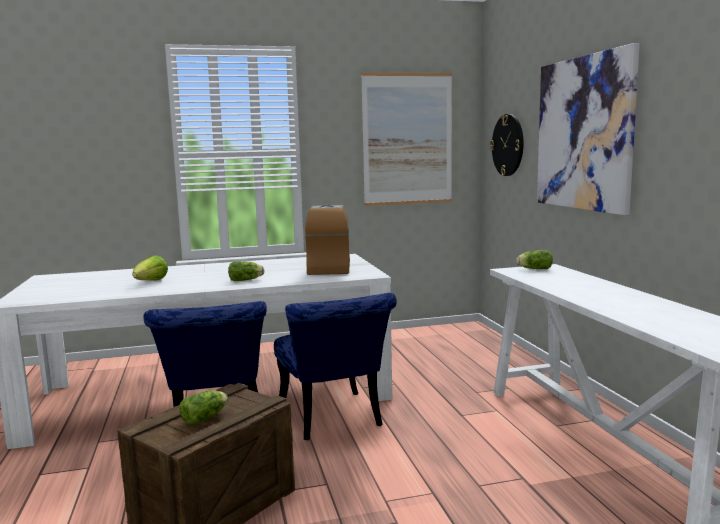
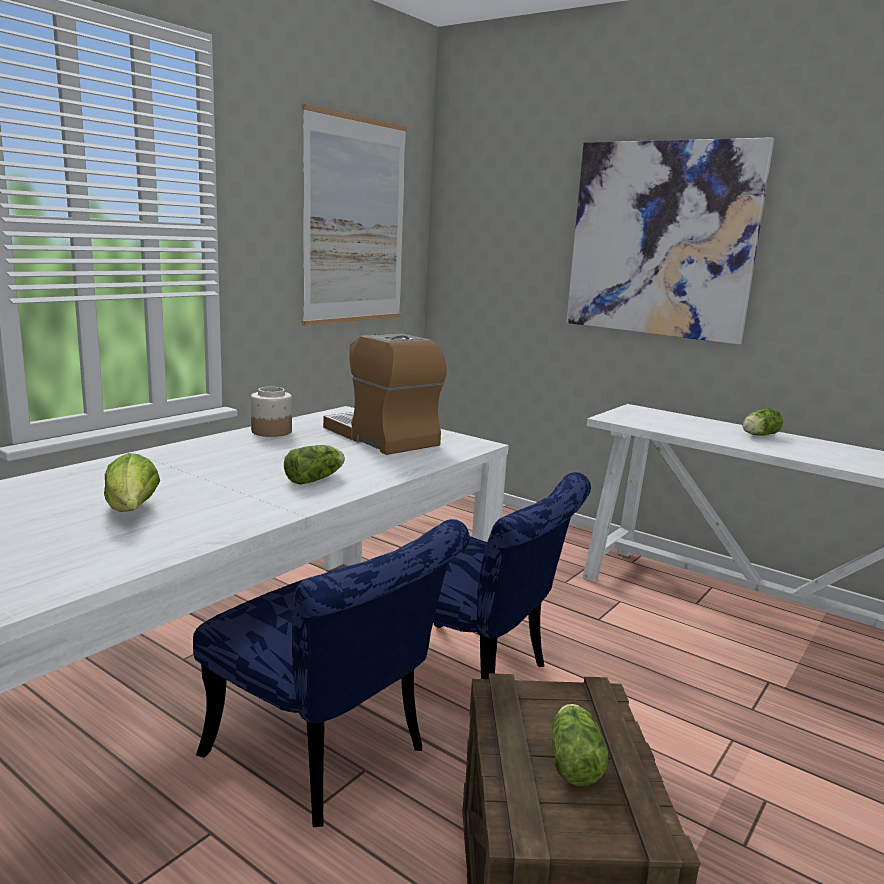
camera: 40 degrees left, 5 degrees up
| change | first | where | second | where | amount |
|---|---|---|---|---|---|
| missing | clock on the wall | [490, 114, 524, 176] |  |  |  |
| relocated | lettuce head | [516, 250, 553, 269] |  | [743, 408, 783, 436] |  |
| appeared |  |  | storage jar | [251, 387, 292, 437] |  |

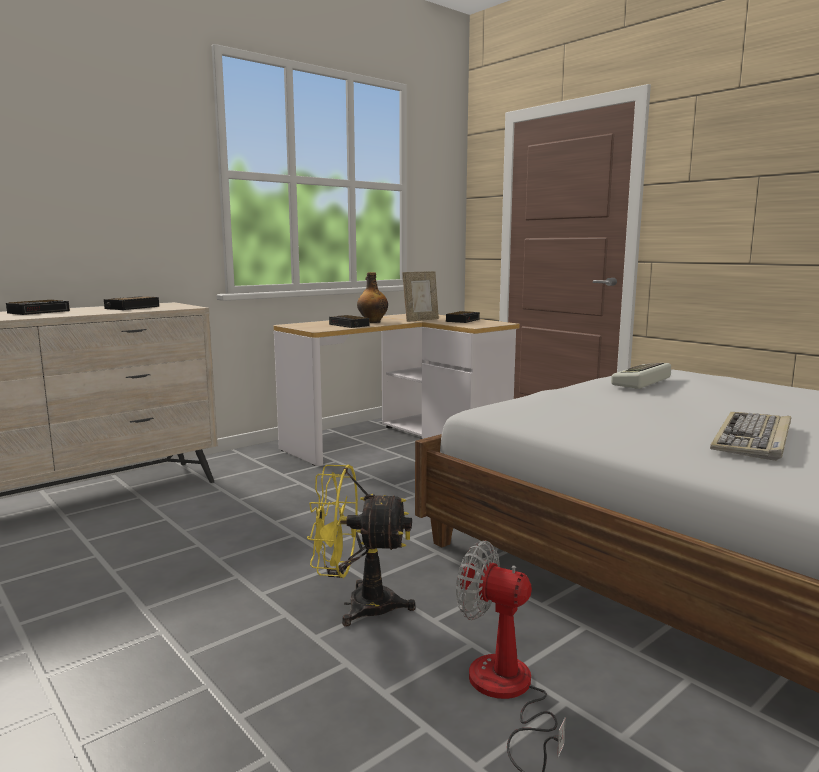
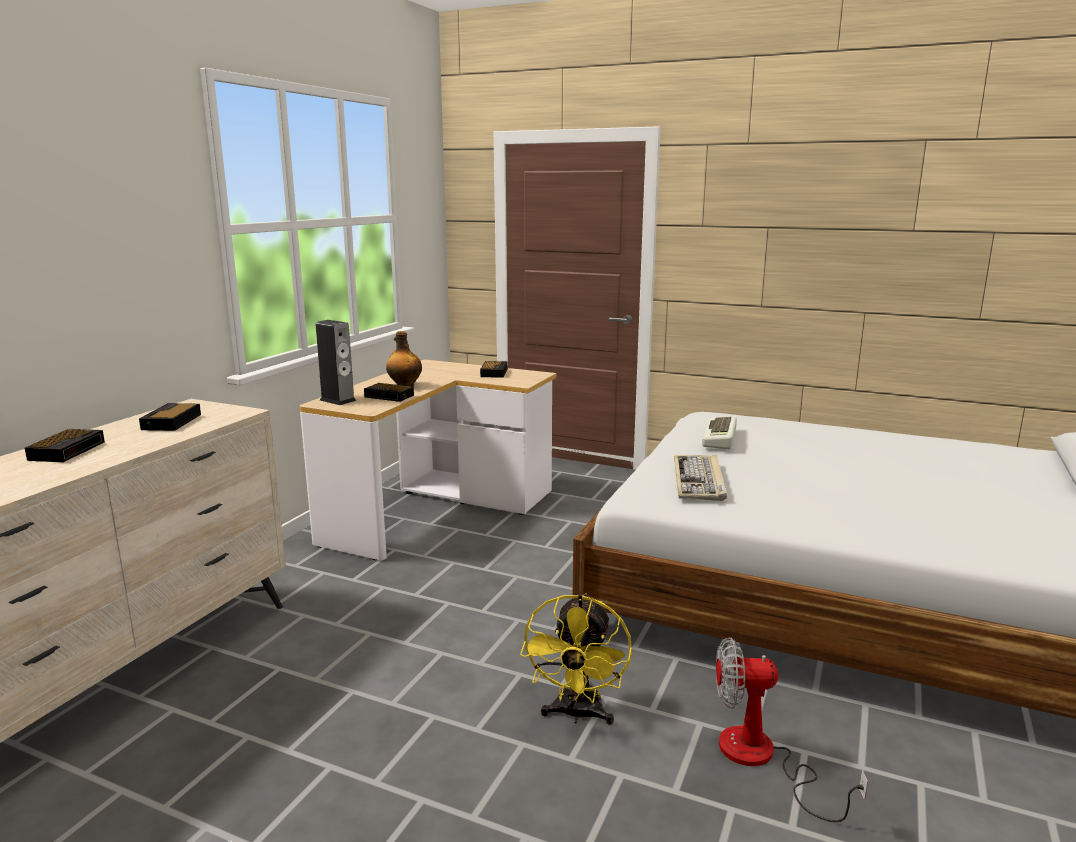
camera: 25 degrees left, 5 degrees up
| change | first | where | second | where | amount |
|---|---|---|---|---|---|
| spun | yellow cooling fan | [307, 465, 416, 626] |  | [520, 593, 632, 725] | 60 degrees counterclockwise |
| missing | picture frame | [402, 271, 439, 322] |  |  |  |
| relocated | keyboard | [710, 412, 792, 461] |  | [674, 455, 727, 501] |  |
| appeared |  |  | loudspeaker | [316, 320, 356, 405] |  |

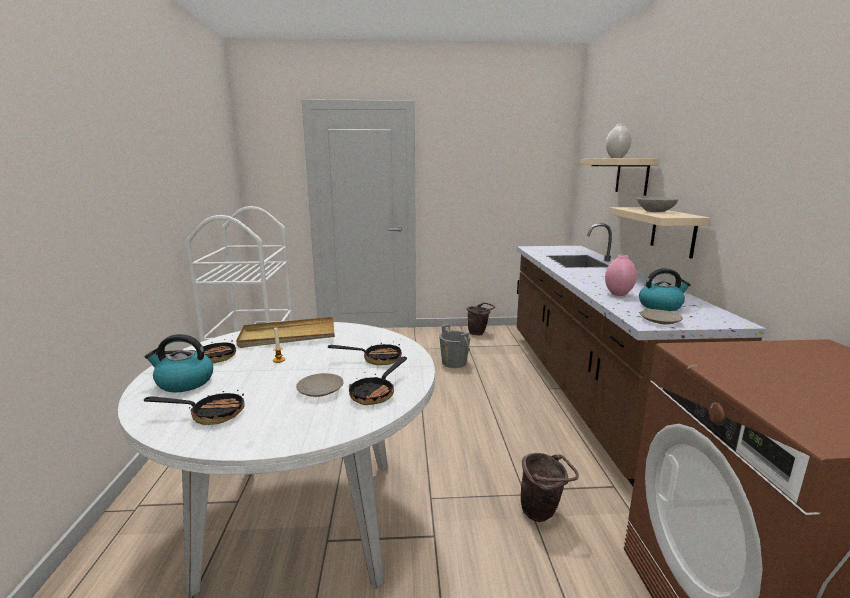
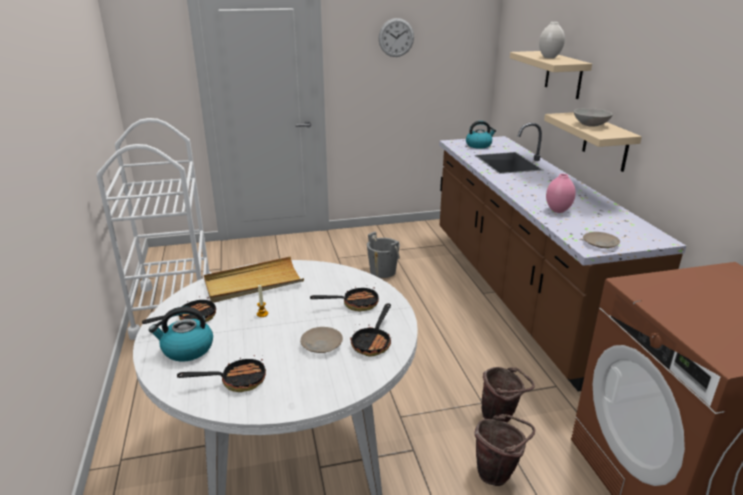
camera: 10 degrees left, 10 degrees up
| change | first | where | second | where | amount |
|---|---|---|---|---|---|
| relocated | brown-coloured pail | [467, 302, 495, 335] |  | [475, 414, 535, 486] |  |
| relocated | water kettle | [639, 268, 691, 311] |  | [466, 121, 496, 149] |  |
| appeared |  |  | clock on the wall | [378, 18, 414, 57] |  |

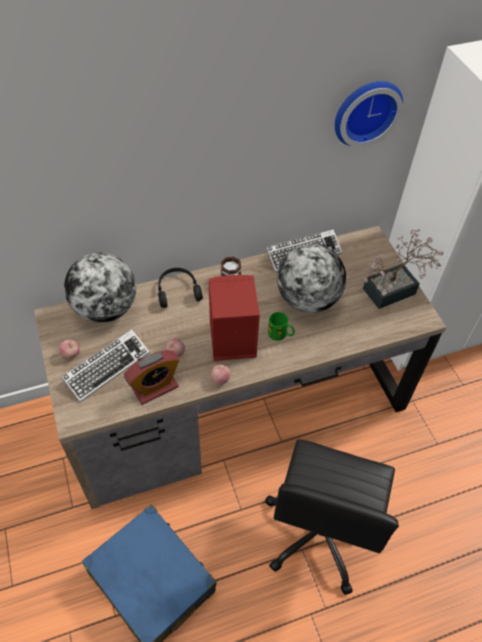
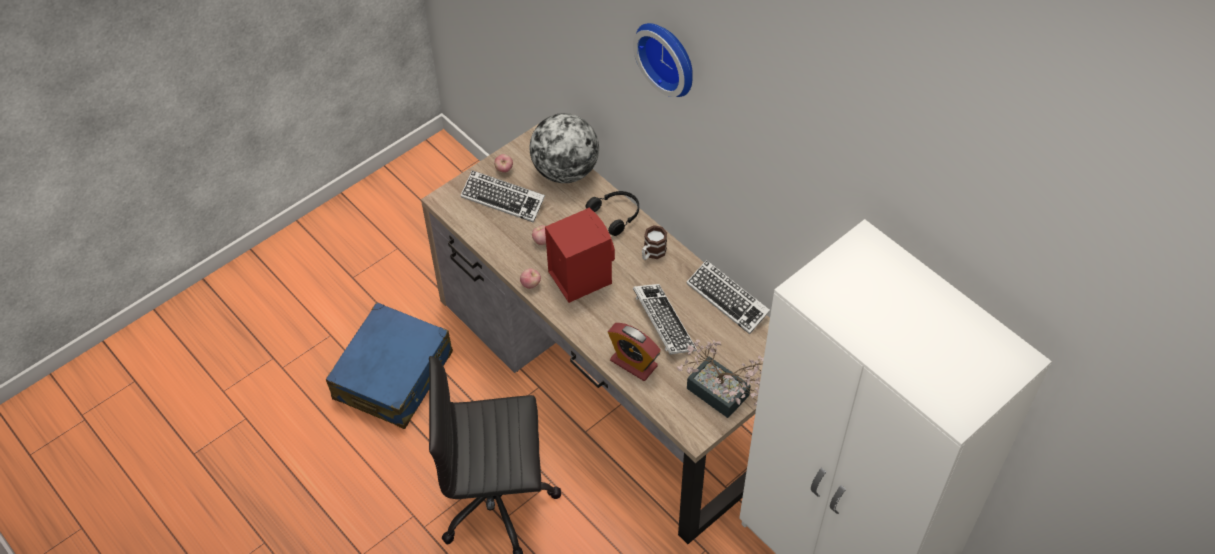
camera: 70 degrees right, 0 degrees up
| change | first | where | second | where | amount |
|---|---|---|---|---|---|
| relocated | table clock | [124, 350, 179, 405] |  | [608, 323, 661, 381] |  |
| missing | green tea mug | [268, 312, 295, 341] |  |  |  |
| exchanged | desk globe | [277, 244, 346, 313] | keyboard | [633, 284, 697, 355] |  |
| relocated | clock on the wall | [335, 81, 403, 147] |  | [633, 23, 693, 97] |  |

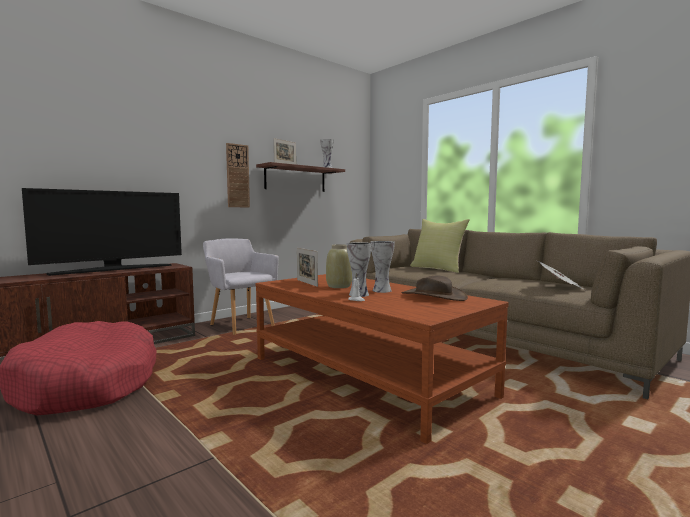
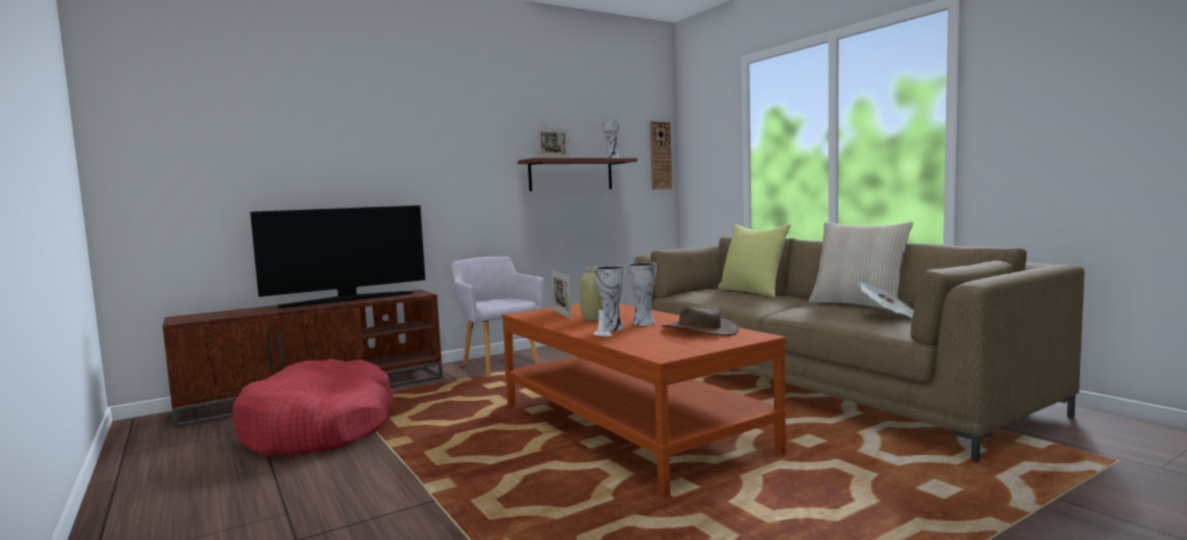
camera: 10 degrees right, 0 degrees up
| change | first | where | second | where | amount |
|---|---|---|---|---|---|
| relocated | clock on the wall | [226, 143, 250, 207] |  | [650, 121, 673, 190] |  |
| appeared |  |  | beige pillow | [809, 222, 913, 311] |  |

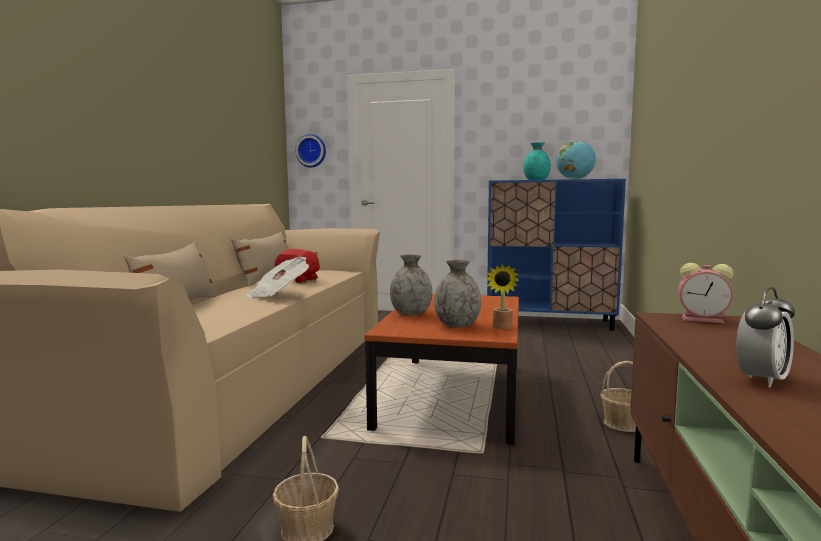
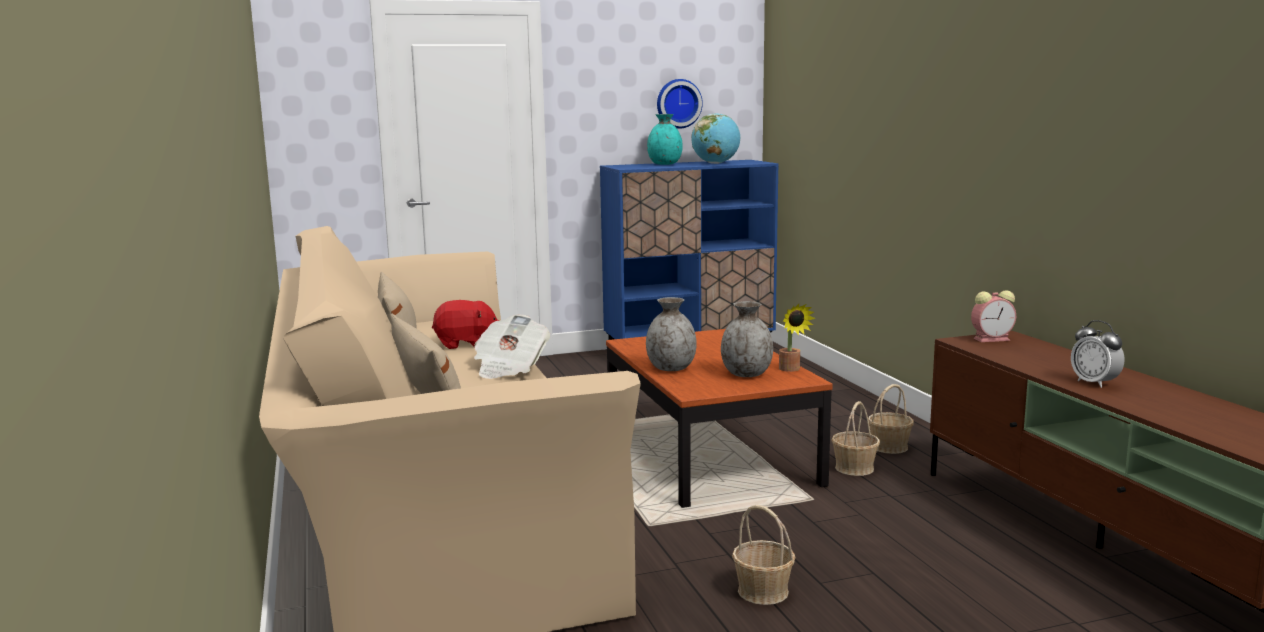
camera: 30 degrees left, 5 degrees up
| change | first | where | second | where | amount |
|---|---|---|---|---|---|
| relocated | clock on the wall | [295, 134, 326, 168] |  | [657, 79, 703, 129] |  |
| spun | table clock | [736, 287, 795, 388] |  | [1071, 320, 1125, 388] | 135 degrees clockwise |
| appeared |  |  | basket | [831, 401, 880, 476] |  |

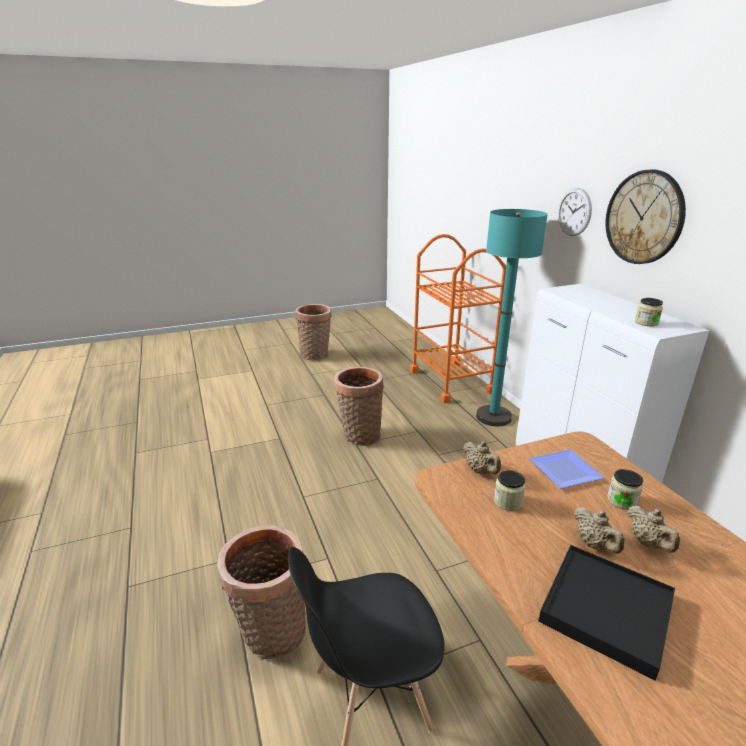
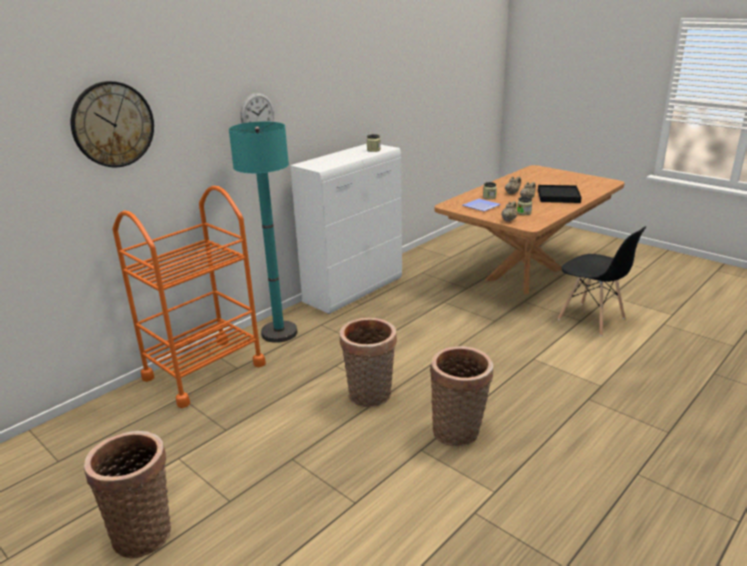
camera: 115 degrees left, 0 degrees up
| change | first | where | second | where | amount |
|---|---|---|---|---|---|
| relocated | basket | [217, 525, 306, 659] |  | [430, 346, 493, 446] |  |
| relocated | clock on the wall | [605, 170, 686, 264] |  | [71, 81, 154, 167] |  |

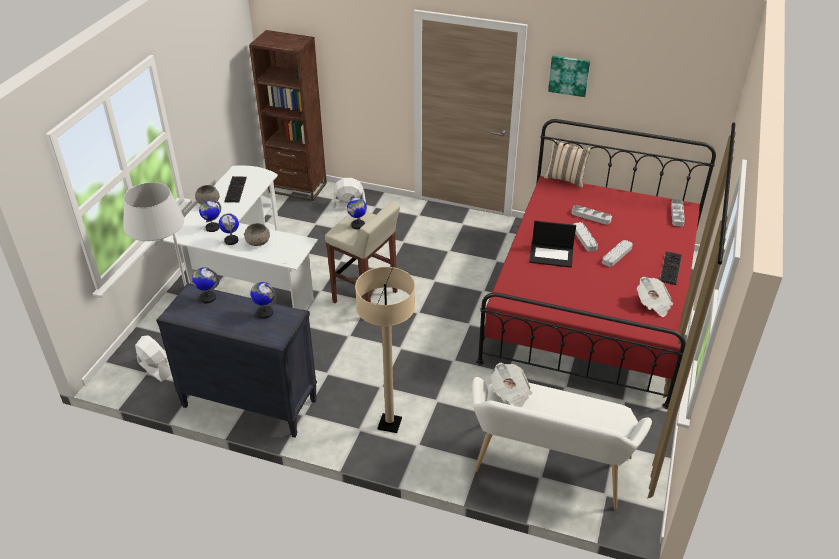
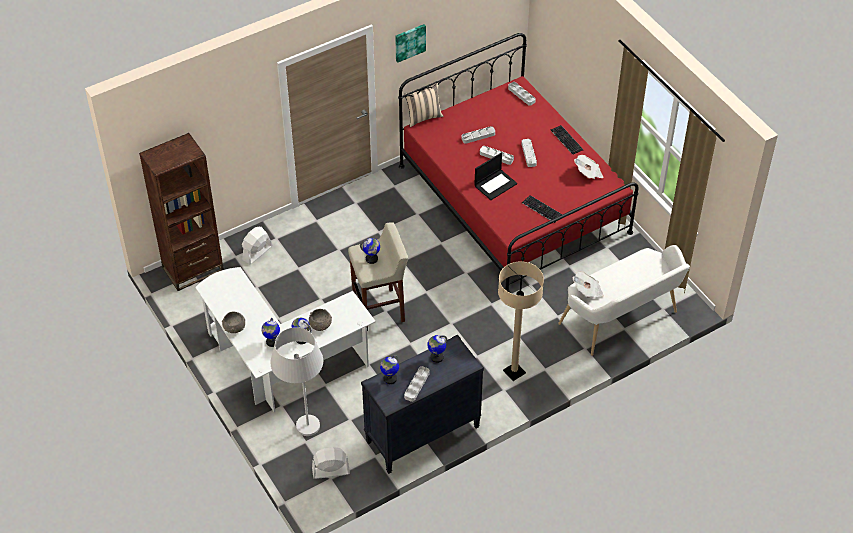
camera: 50 degrees left, 10 degrees up
| change | first | where | second | where | amount |
|---|---|---|---|---|---|
| relocated | keyboard | [224, 176, 247, 202] |  | [522, 195, 562, 223] |  |
| appeared |  |  | gray carrying tray | [404, 366, 430, 402] |  |

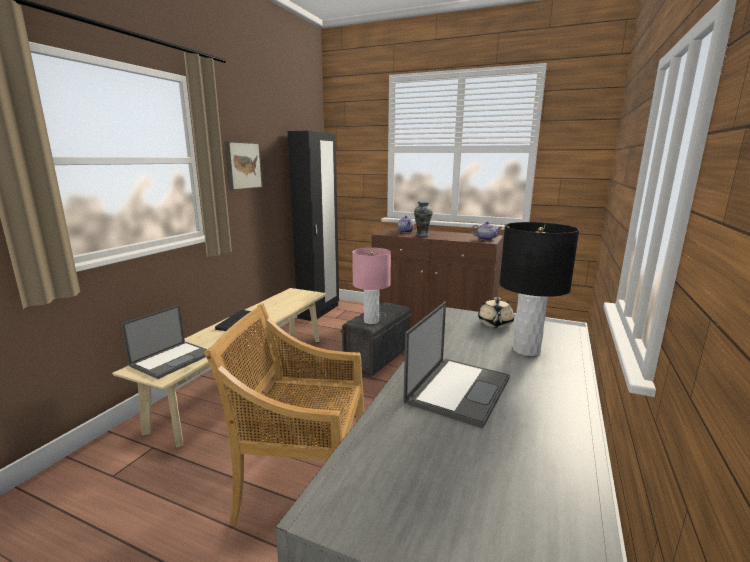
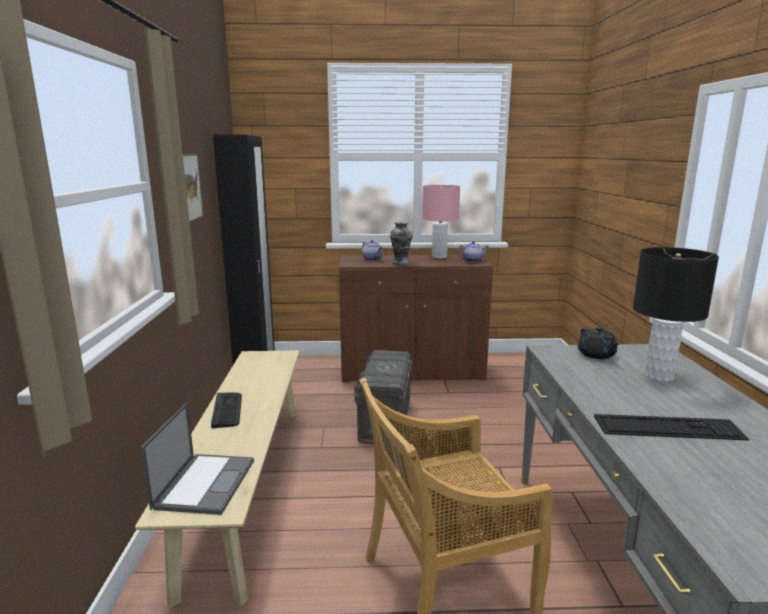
camera: 25 degrees left, 0 degrees up
| change | first | where | second | where | amount |
|---|---|---|---|---|---|
| relocated | pink lamp for a table | [352, 248, 391, 324] |  | [422, 185, 460, 258] |  |
| exchanged | laptop | [403, 302, 510, 428] | keyboard | [594, 414, 749, 441] |  |
| colour | beige teapot | [478, 297, 514, 328] | blackish teapot | [578, 327, 619, 359] |  |

